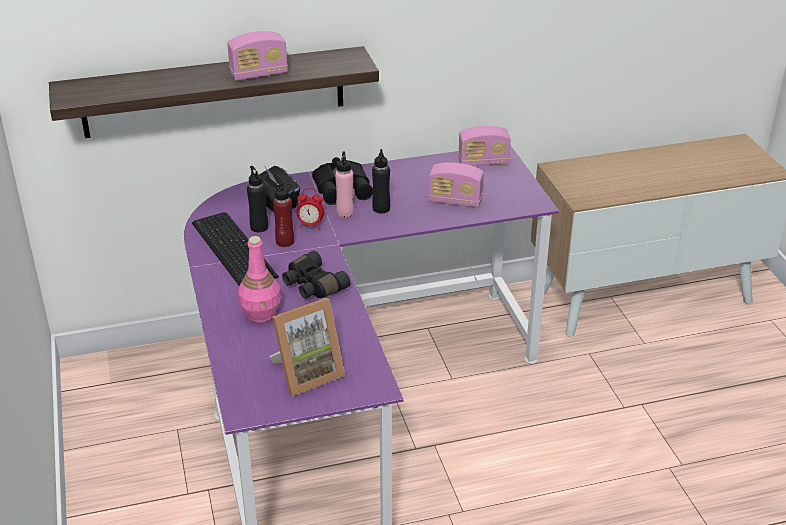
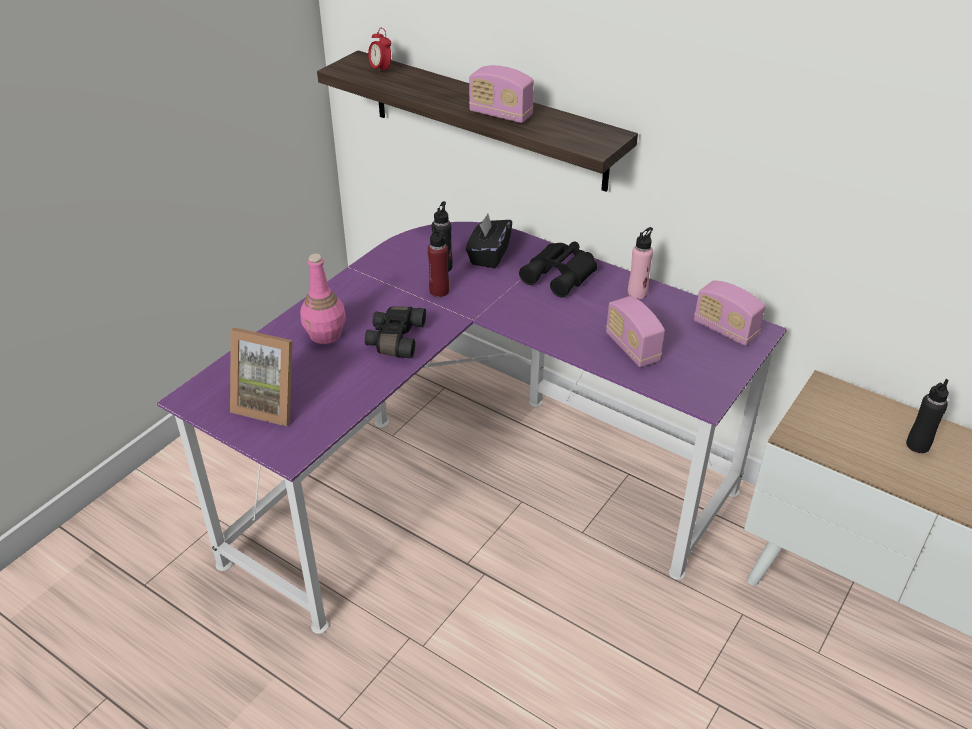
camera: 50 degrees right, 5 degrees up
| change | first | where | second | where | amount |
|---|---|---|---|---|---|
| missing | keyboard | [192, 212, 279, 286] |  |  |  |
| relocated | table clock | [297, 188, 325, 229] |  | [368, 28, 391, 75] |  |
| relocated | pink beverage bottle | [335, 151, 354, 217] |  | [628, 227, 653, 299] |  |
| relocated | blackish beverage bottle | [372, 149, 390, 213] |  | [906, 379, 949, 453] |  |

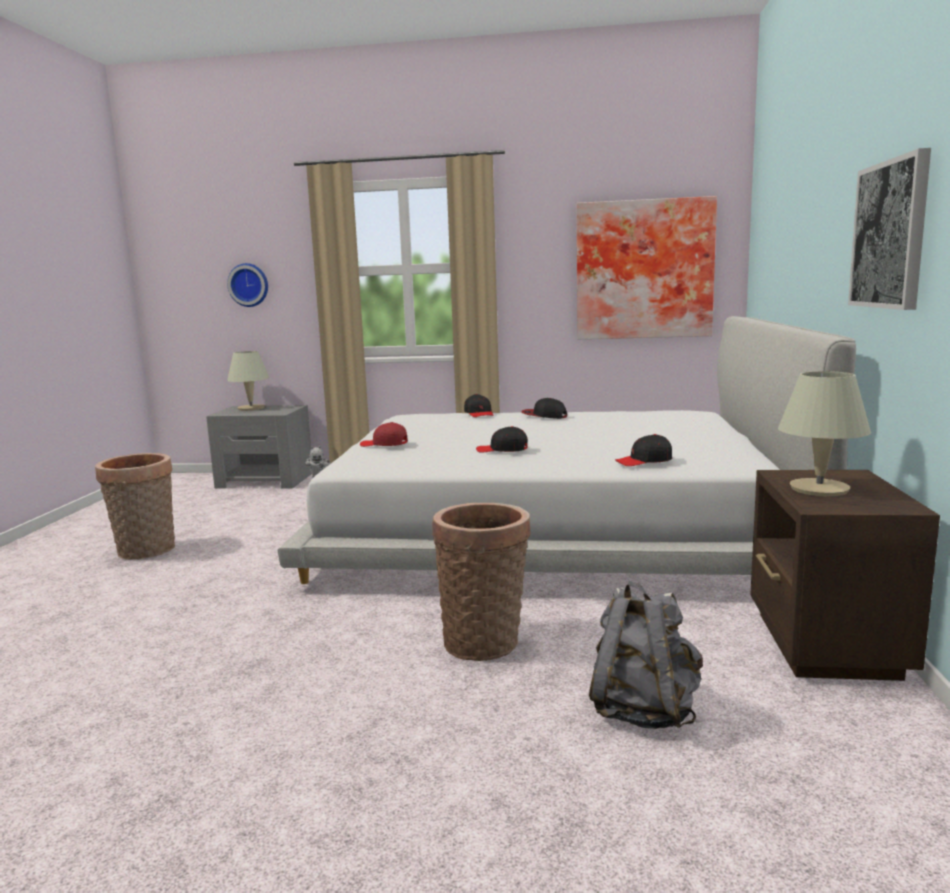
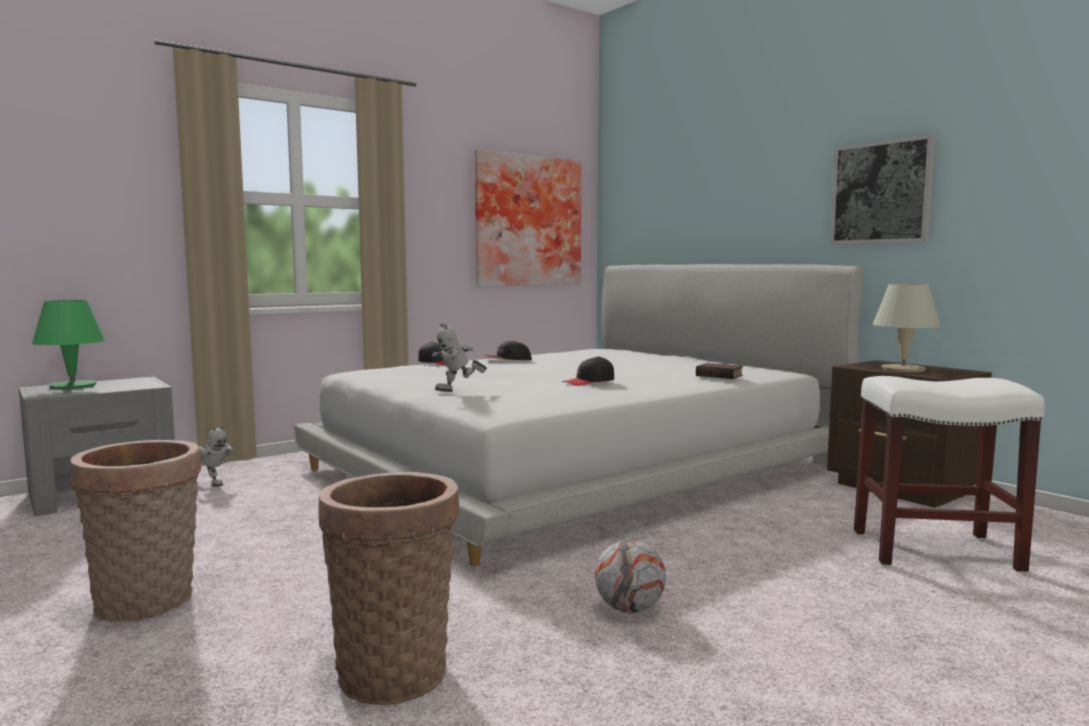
camera: 45 degrees left, 5 degrees down
| change | first | where | second | where | amount |
|---|---|---|---|---|---|
| missing | clock on the wall | [227, 263, 268, 307] |  |  |  |
| colour | beige lamp for a table | [227, 351, 269, 411] | green lamp for a table | [32, 300, 105, 390] |  |
| exchanged | reddish cap | [360, 422, 408, 447] | robot figure | [432, 323, 487, 392] |  |
| relocated | basket | [432, 503, 531, 661] |  | [318, 472, 459, 705] |  |
| exchanged | gray knapsack | [589, 581, 703, 729] | white-coloured stool seat | [854, 376, 1044, 573] |  |
| exchanged | blackish cap | [615, 434, 672, 466] | book | [696, 363, 743, 379] |  |
| appeared |  |  | football ball | [595, 540, 666, 613] |  |

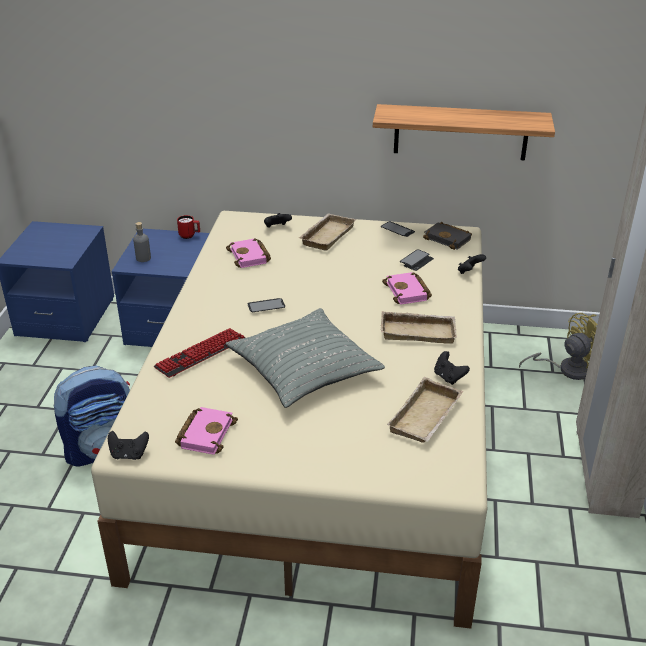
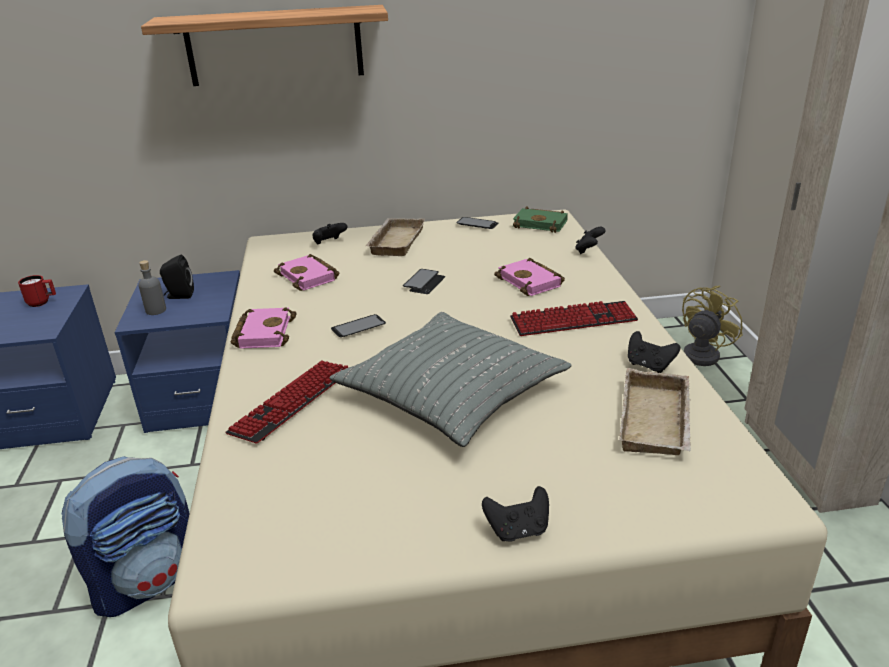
camera: 15 degrees left, 5 degrees down
| change | first | where | second | where | amount |
|---|---|---|---|---|---|
| relocated | blackish game controller | [108, 431, 149, 460] |  | [482, 486, 549, 541] |  |
| relocated | pink book | [175, 407, 238, 455] |  | [231, 307, 297, 349] |  |
| relocated | reddish tea mug | [177, 215, 200, 239] |  | [18, 275, 56, 307] |  |
| relocated | shelf | [373, 104, 555, 161] |  | [141, 5, 388, 86] |  |
| exchanged | beige carrying tray | [380, 311, 457, 344] | keyboard | [510, 301, 638, 336] |  |
| relocated | telephone | [400, 249, 434, 271] |  | [403, 269, 445, 294] |  |
| colour | blackish book | [423, 222, 472, 250] | green book | [513, 207, 568, 233] |  |
| appeared |  |  | blackish loudspeaker | [160, 255, 194, 299] |  |

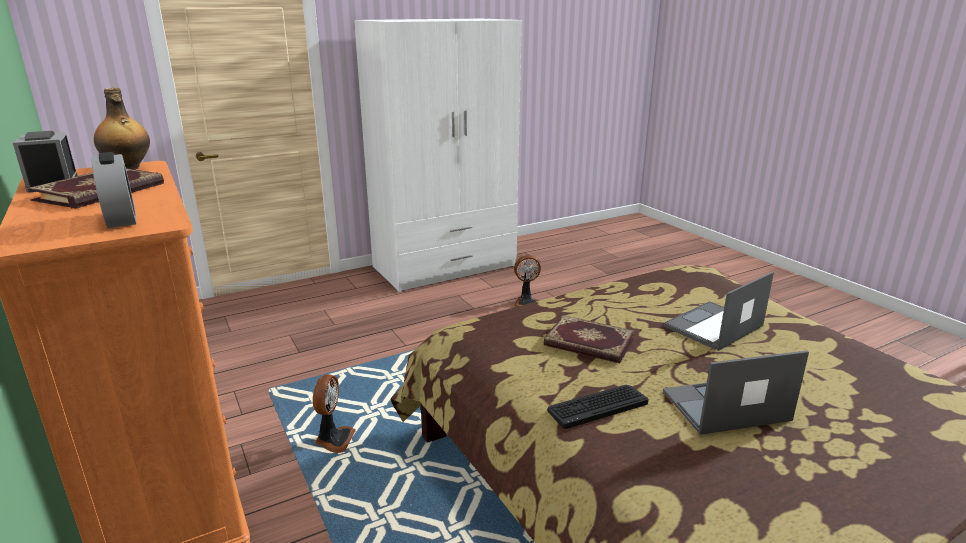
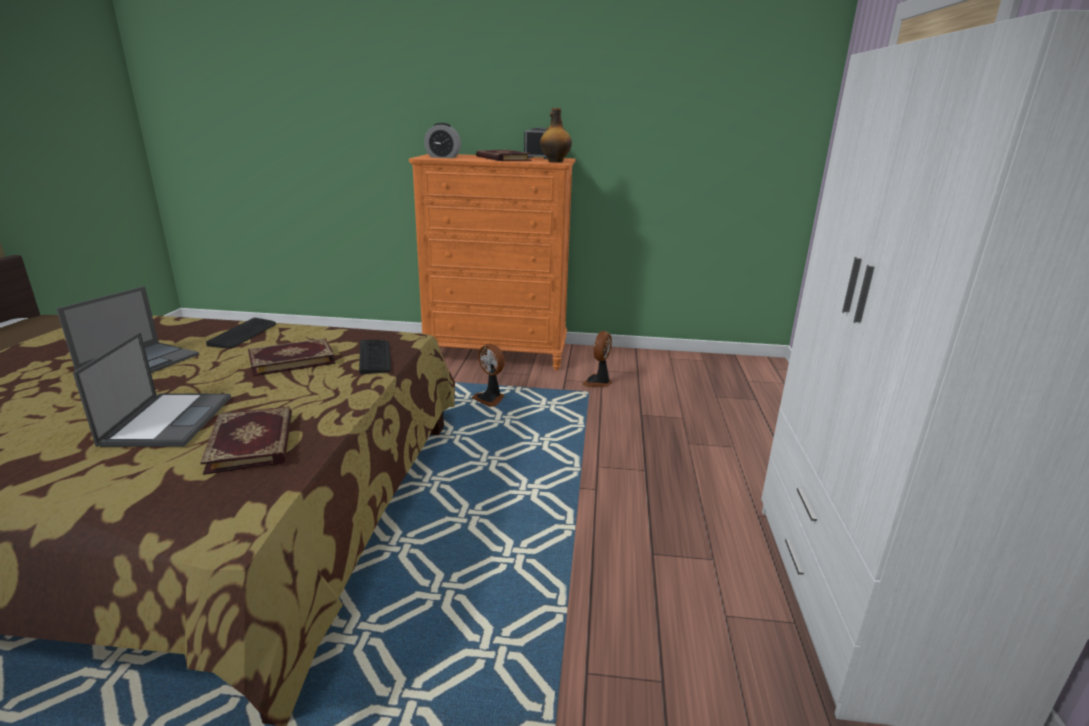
camera: 125 degrees right, 0 degrees up
| change | first | where | second | where | amount |
|---|---|---|---|---|---|
| relocated | cooling fan | [514, 255, 541, 307] |  | [582, 331, 612, 387] |  |
| appeared |  |  | book | [200, 406, 292, 475] |  |
| appeared |  |  | keyboard | [359, 340, 391, 374] |  |

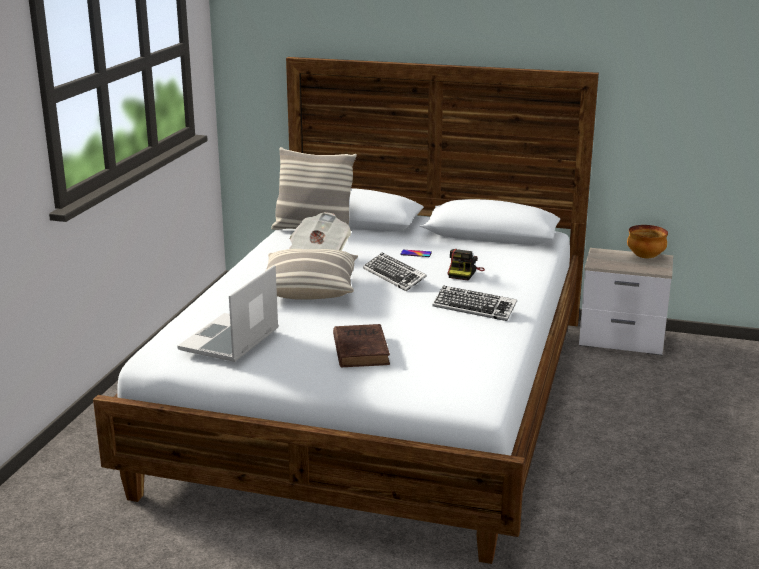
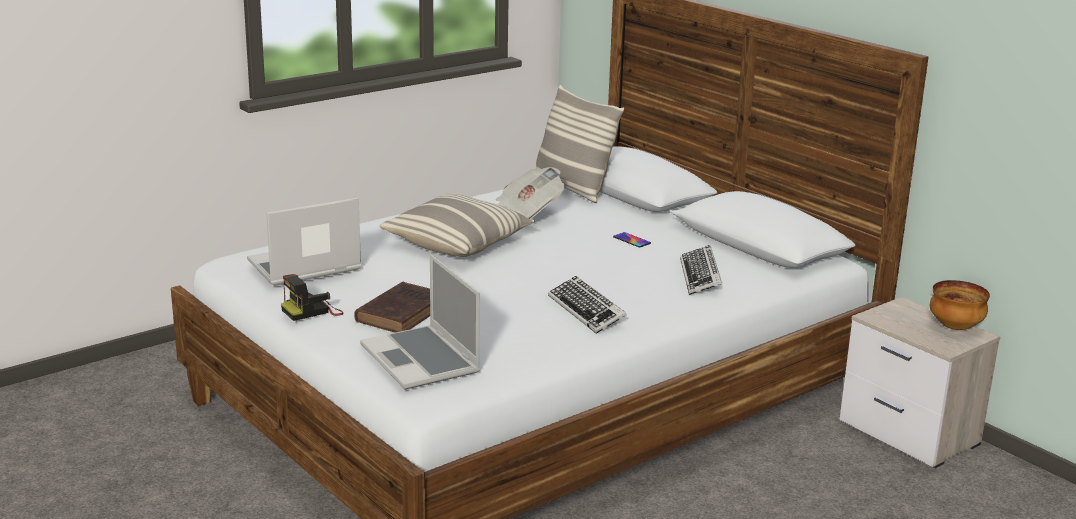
camera: 35 degrees right, 0 degrees up
| change | first | where | second | where | amount |
|---|---|---|---|---|---|
| relocated | keyboard | [363, 252, 427, 291] |  | [680, 245, 722, 295] |  |
| relocated | still camera | [447, 249, 485, 280] |  | [281, 274, 344, 321] |  |
| appeared |  |  | laptop | [360, 254, 480, 390] |  |

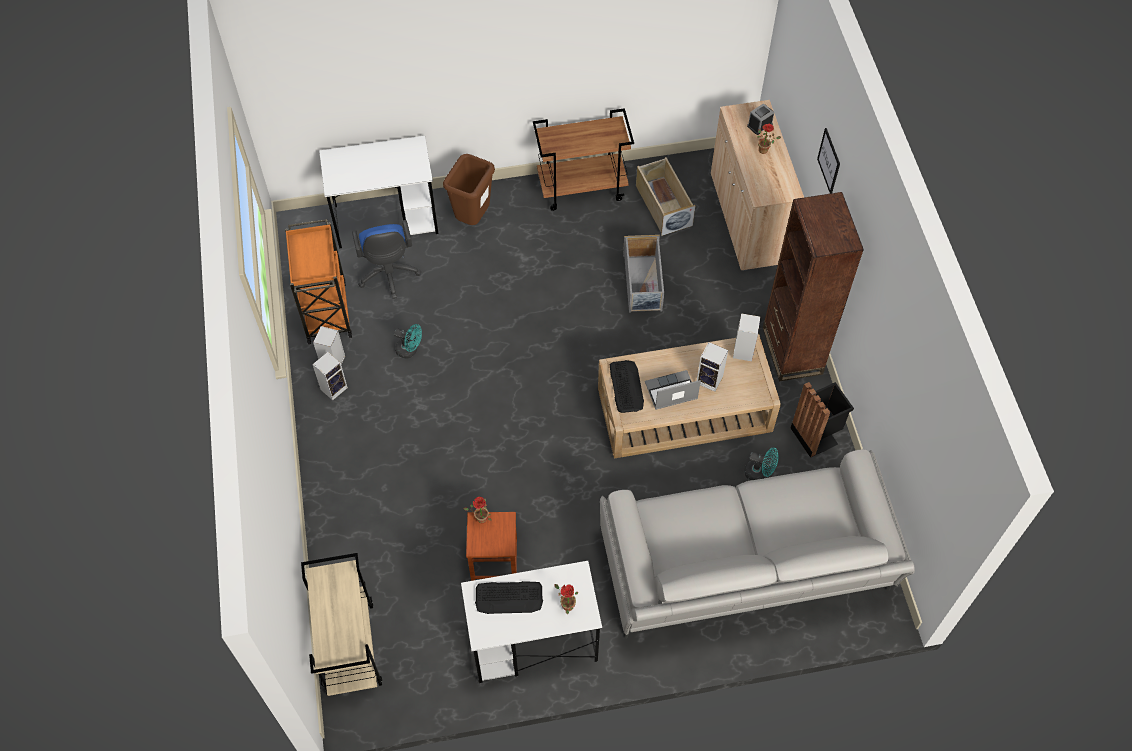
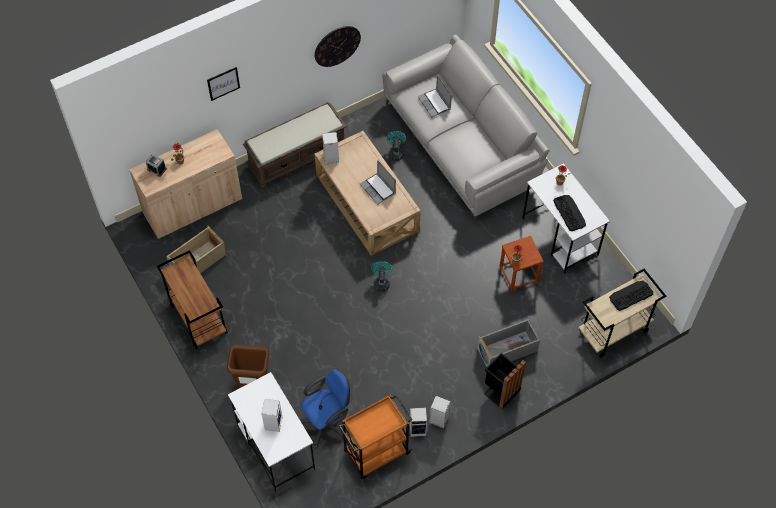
camera: 110 degrees left, 0 degrees up
| change | first | where | second | where | amount |
|---|---|---|---|---|---|
| relocated | turquoise-coloured cooling fan | [394, 324, 422, 358] |  | [372, 261, 392, 292] |  |
| relocated | keyboard | [610, 360, 644, 413] |  | [609, 281, 653, 311] |  |
| relocated | gray storage box | [623, 235, 664, 313] |  | [477, 319, 540, 367] |  |
| relocated | loudspeaker | [697, 342, 728, 392] |  | [261, 399, 282, 432] |  |
| exchanged | brown-coloured bookshelf | [763, 192, 864, 381] | brown-coloured bench | [243, 102, 347, 188] |  |
| relocated | blackish trash can | [790, 382, 854, 458] |  | [484, 353, 526, 409] |  |
| appeared |  |  | clock on the wall | [315, 26, 361, 67] |  |
| appeared |  |  | laptop | [418, 75, 452, 117] |  |

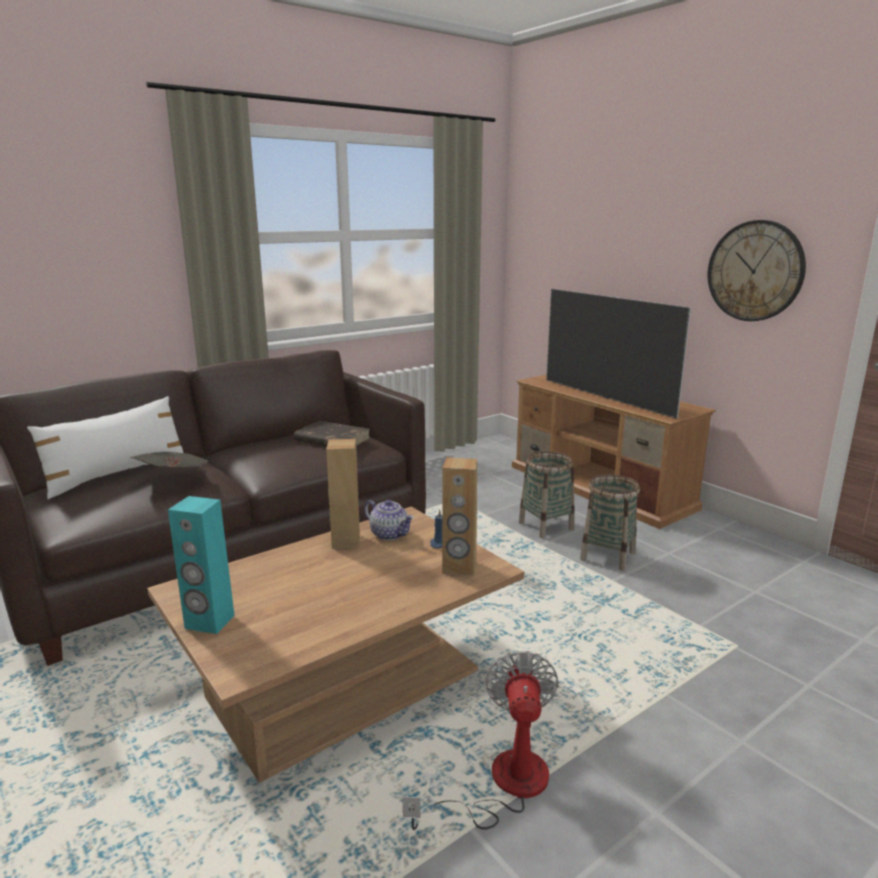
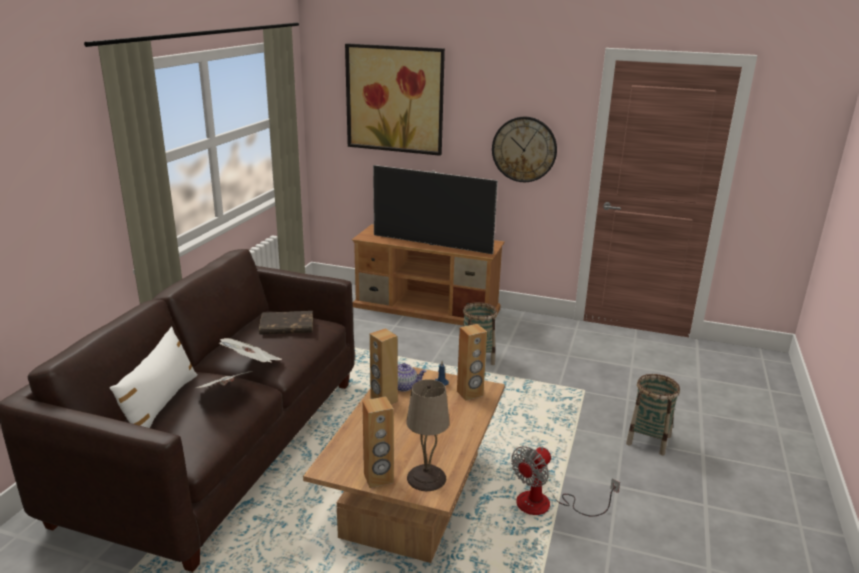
camera: 35 degrees left, 5 degrees up
| change | first | where | second | where | amount |
|---|---|---|---|---|---|
| colour | turquoise-coloured loudspeaker | [168, 496, 235, 634] | brown-coloured loudspeaker | [362, 396, 393, 488] |  |
| spun | cooling fan | [403, 651, 559, 830] |  | [511, 446, 620, 517] | 105 degrees counterclockwise |
| relocated | basket | [519, 451, 575, 538] |  | [626, 374, 680, 455] |  |
| appeared |  |  | newspaper | [219, 338, 282, 362] |  |
| appeared |  |  | picture | [345, 43, 445, 156] |  |
| appeared |  |  | beige lamp for a table | [406, 379, 450, 491] |  |

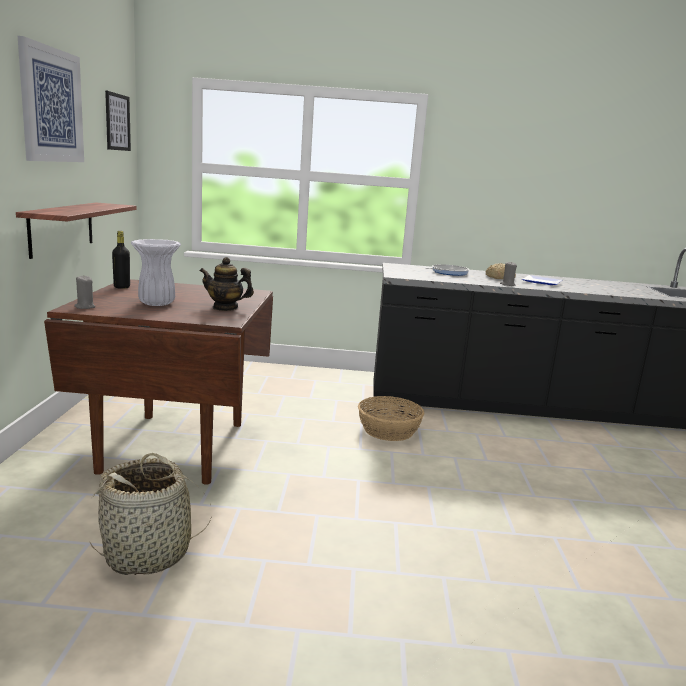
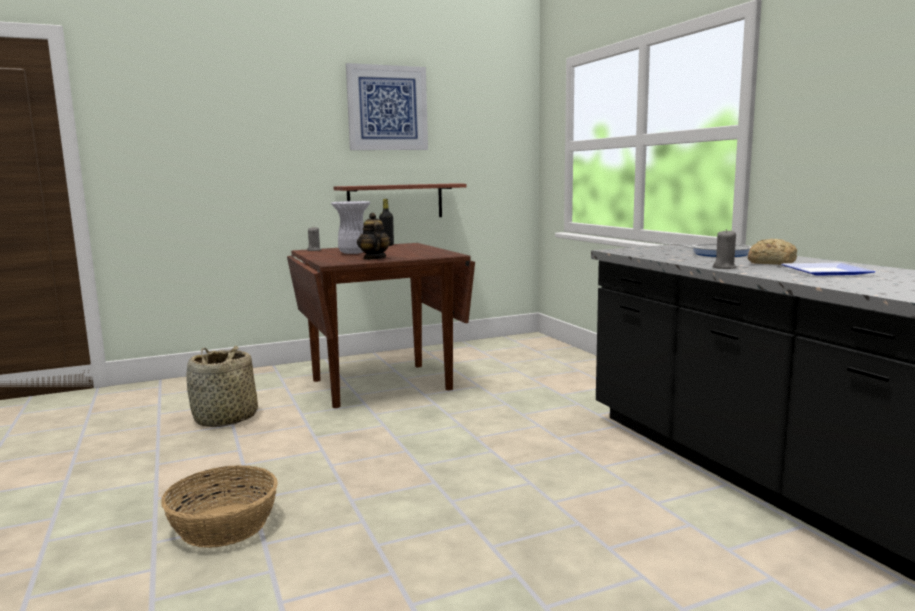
camera: 65 degrees right, 5 degrees down
| change | first | where | second | where | amount |
|---|---|---|---|---|---|
| missing | picture | [105, 91, 131, 151] |  |  |  |
| relocated | basket | [358, 396, 424, 441] |  | [161, 465, 278, 548] |  |

